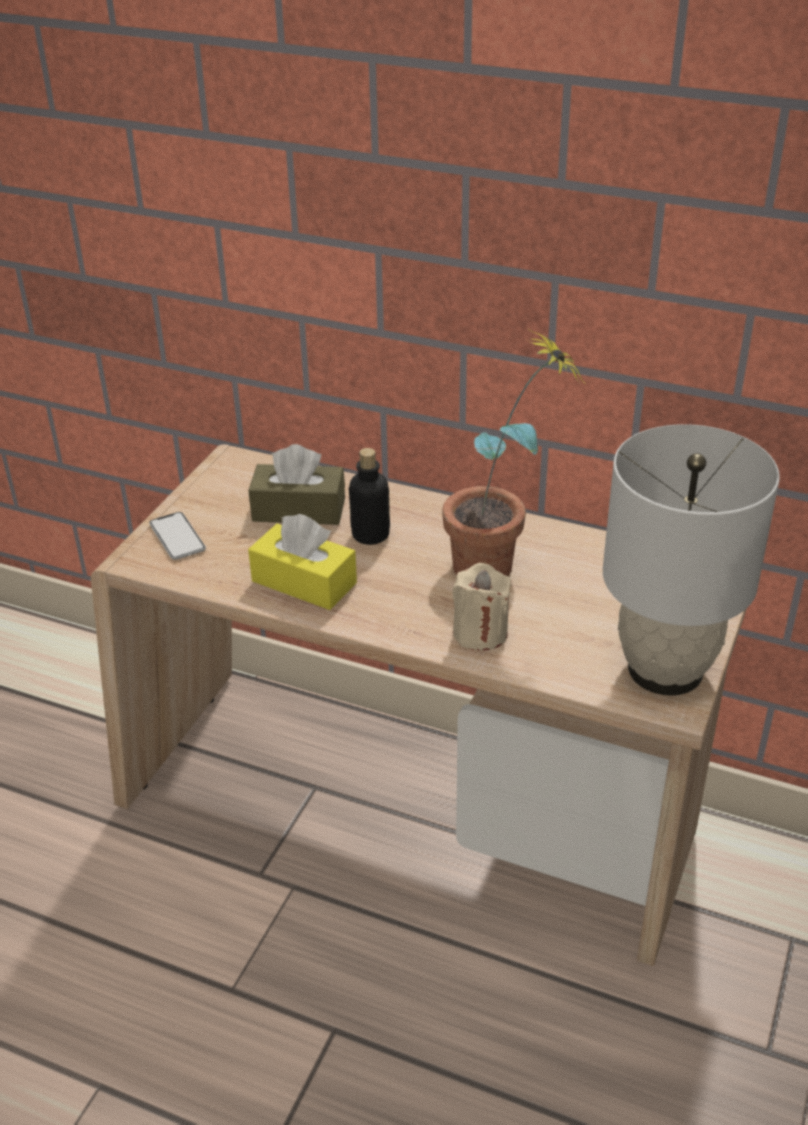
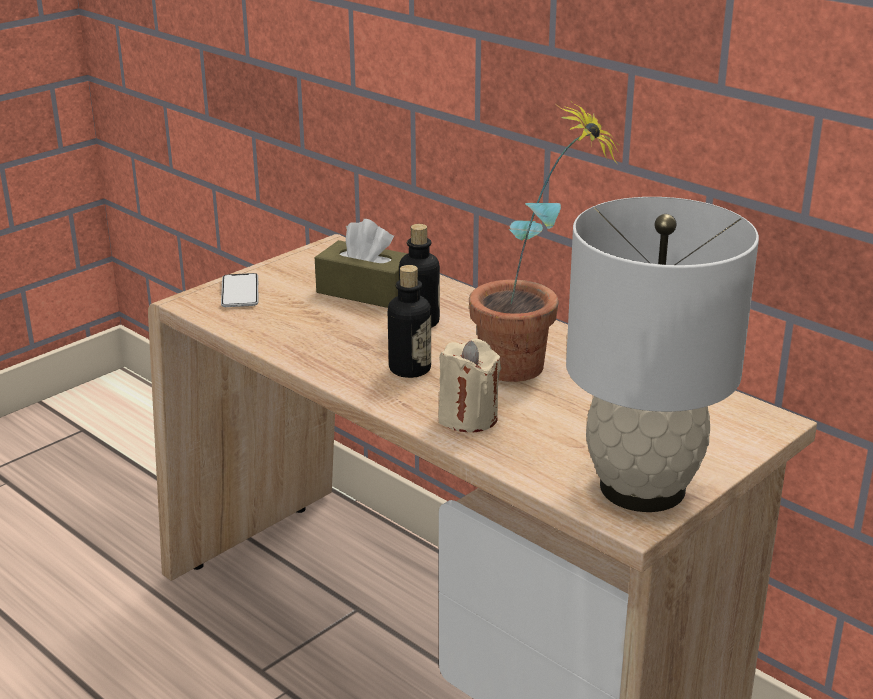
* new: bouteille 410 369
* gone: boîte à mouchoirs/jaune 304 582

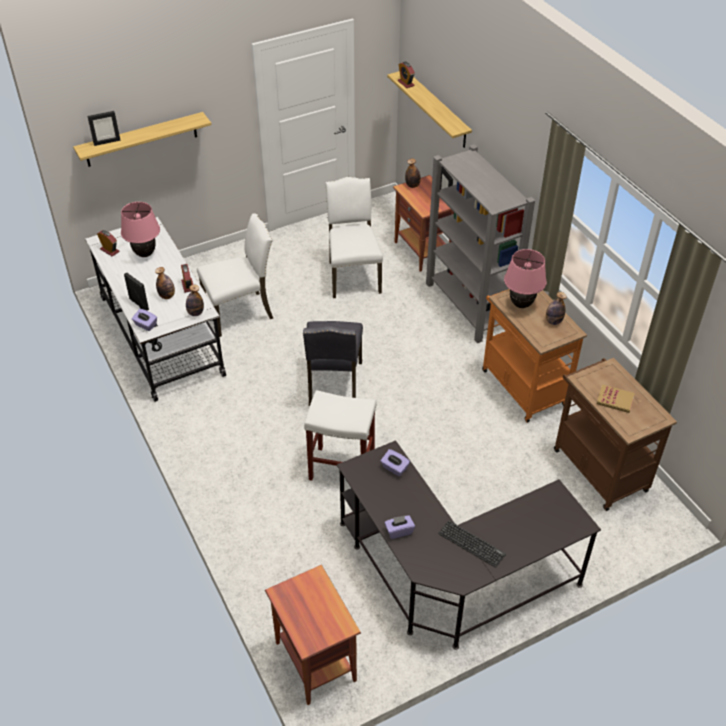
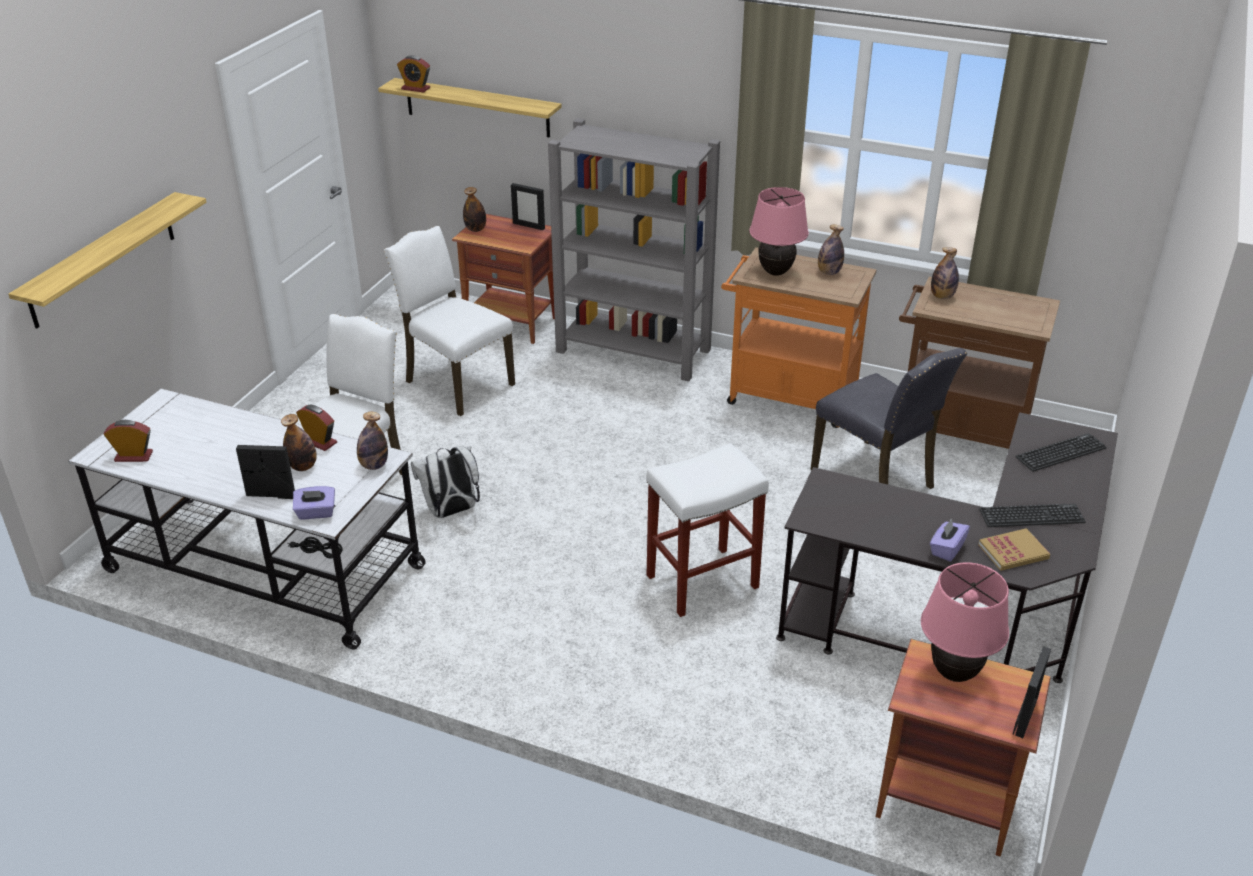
* new: sac à dos/blanc 451 511
* shifted: chaise/gris 333 385 to 876 478
* shifted: lampe de table/rose 145 254 to 954 673
* new: bouteille 942 296
* shifted: livre 615 400 to 1013 552
* shifted: cadre photo 107 142 to 1025 716
* new: clavier 1060 453
* gone: boîte à mouchoirs/violet 394 468

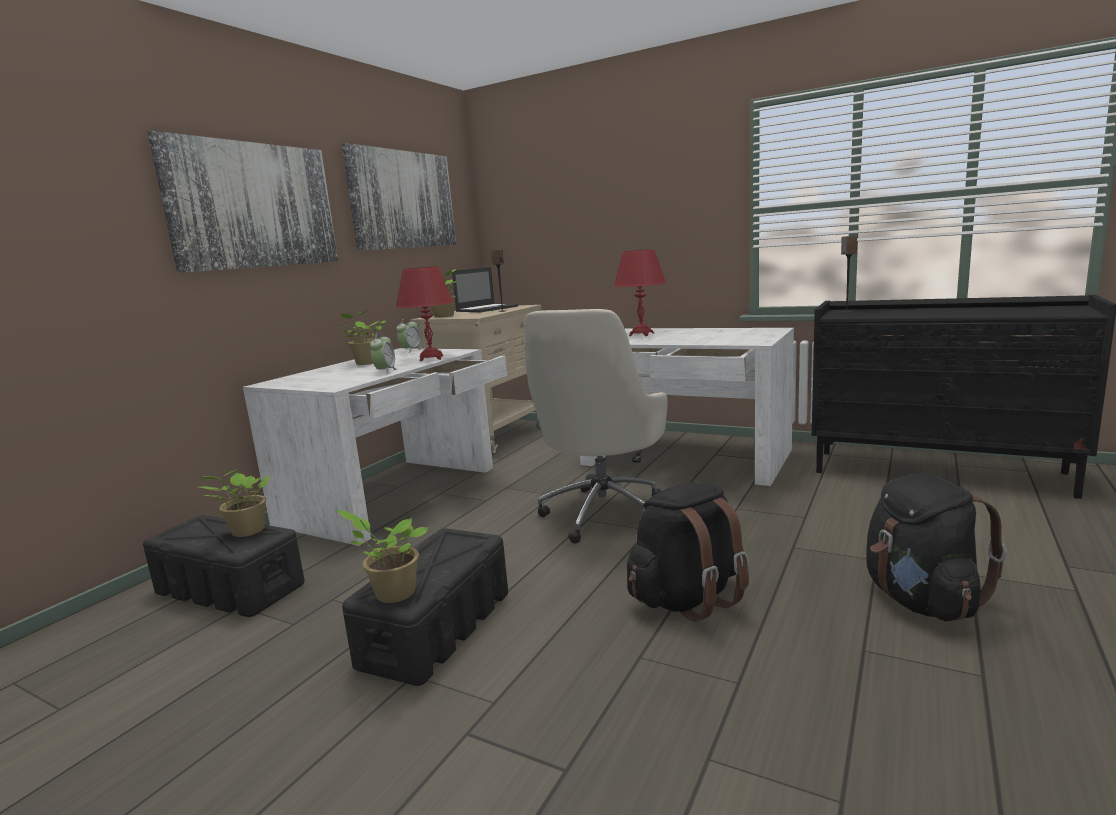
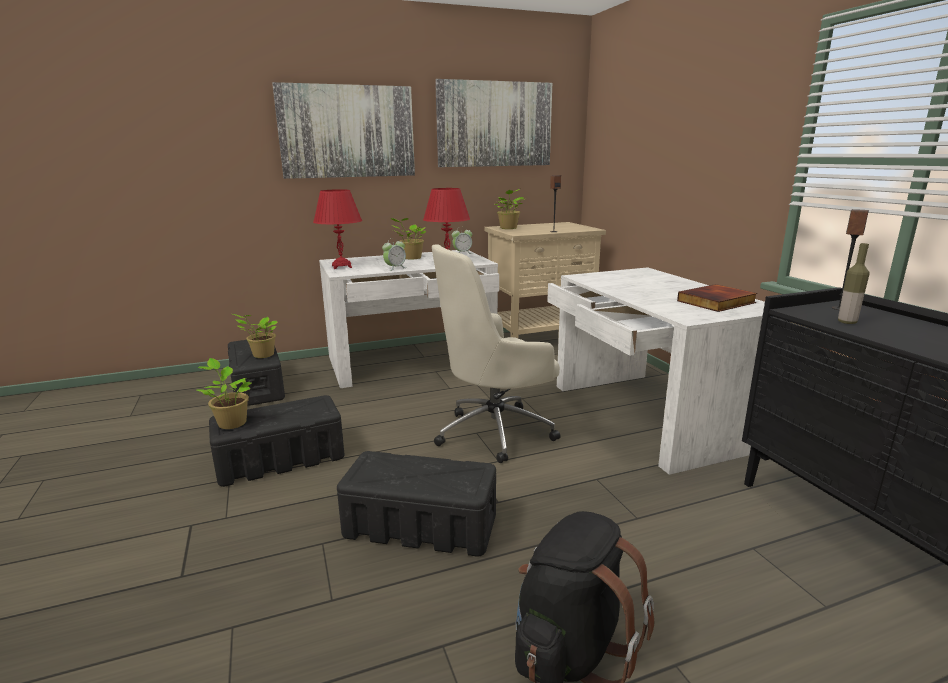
* shifted: lampe de table/rouge 641 334 to 342 266
* swapped: sac à dos/noir 687 598 to boîte de rangement/noir 419 525
* new: livre 717 302
* new: bouteille 847 322
* gone: ordinateur portable 487 309

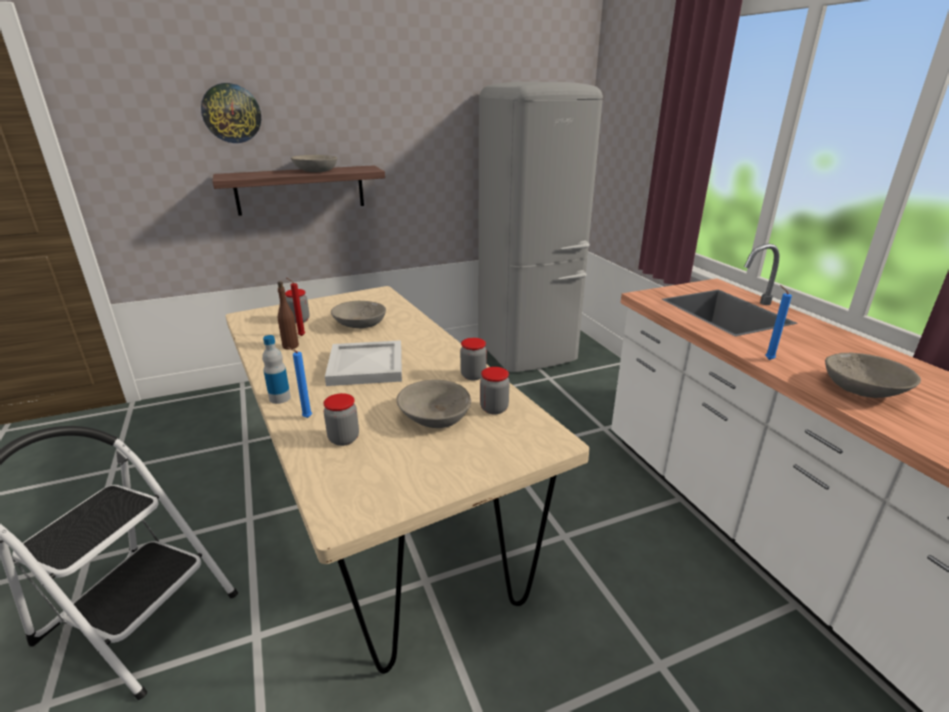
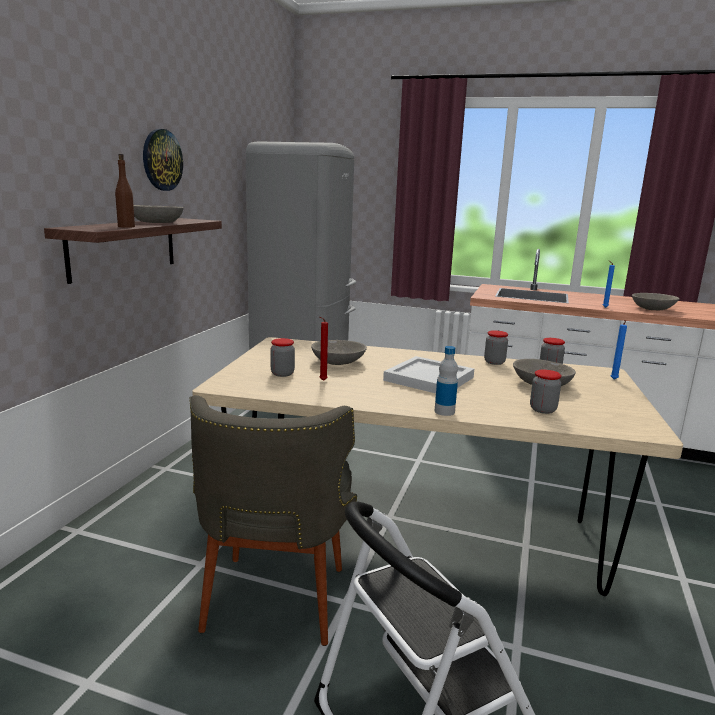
* shifted: bouteille/marron 291 346 to 126 226
* shifted: horloge murale 231 113 to 162 160
* new: chaise/gris 276 598
* shifted: bougie/bleu 305 418 to 614 380

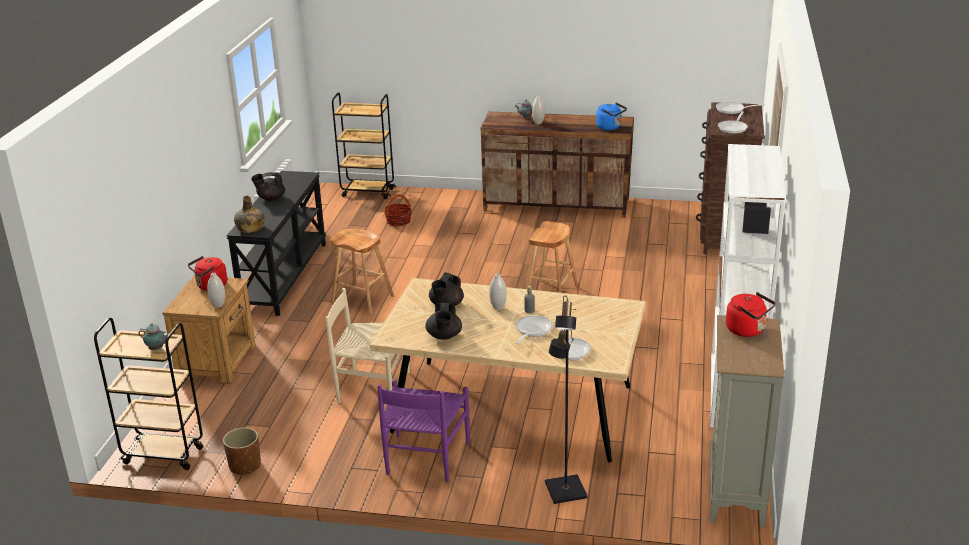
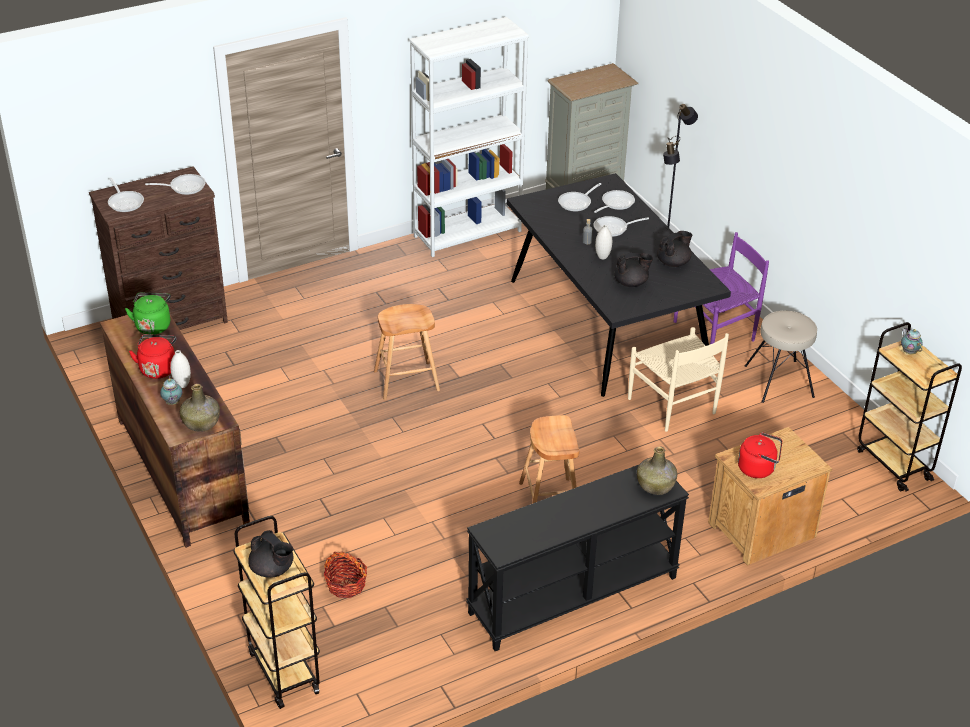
* repainted: bouilloire/bleu 610 127 to bouilloire/vert 153 325
* shifted: bouilloire/rouge 748 330 to 158 368
* new: bouteille/vert 201 422
* shifted: théière/noir 271 198 to 272 569
* repainted: table à manger/beige 511 409 to table à manger/noir 608 322
* new: poêle 577 202
* new: tabouret/beige 779 381
* gone: vase/blanc 218 305
* gone: cache-pot/marron 245 466

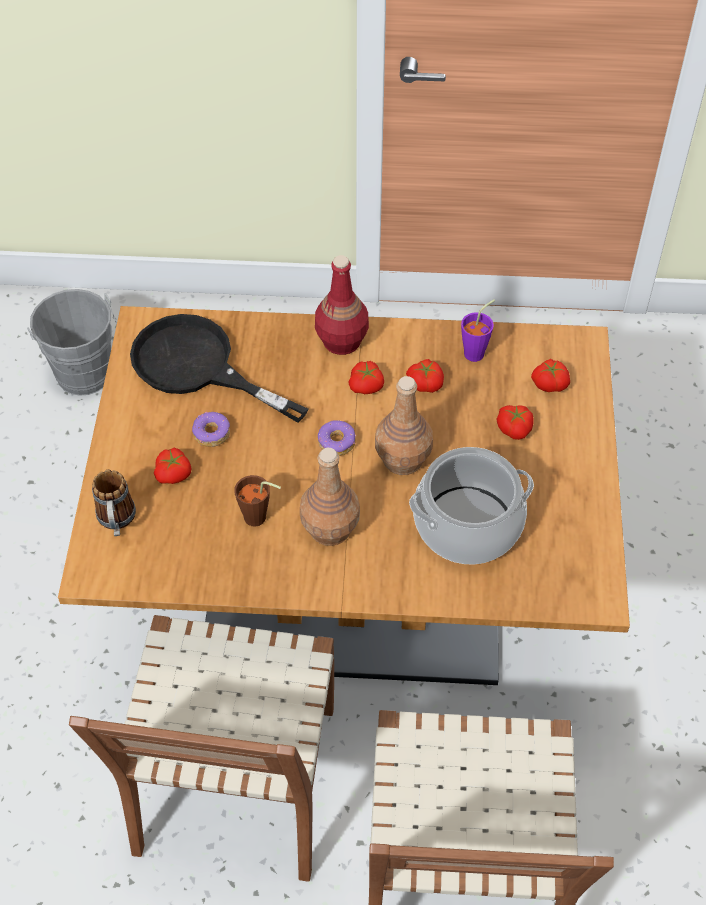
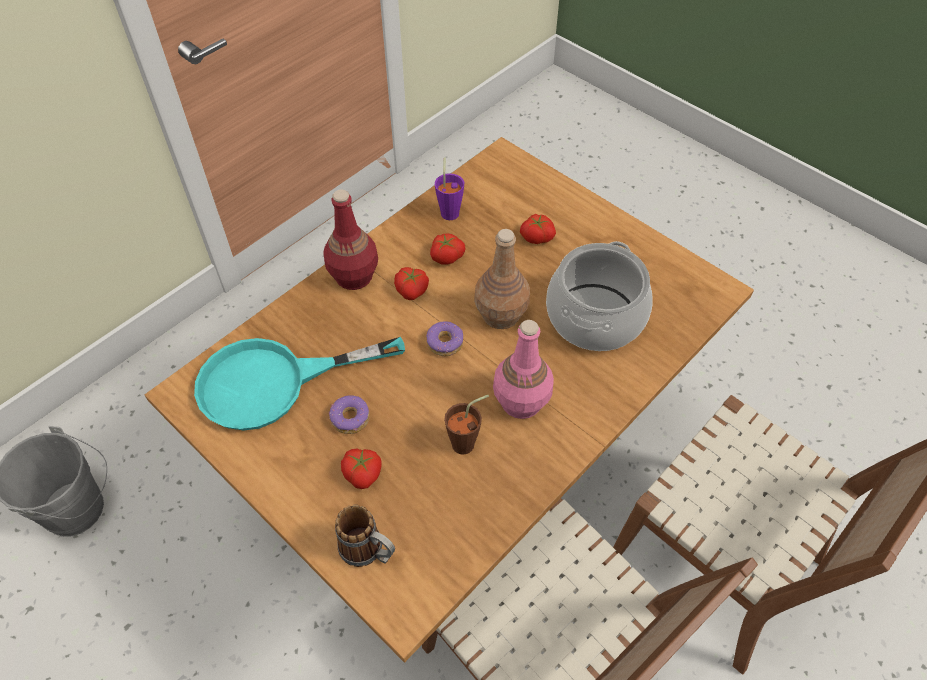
* repainted: poêle/noir 198 367 to poêle/turquoise 273 383
* repainted: bouteille/marron 329 528 to bouteille/rose 520 401
* gone: tomate 550 383

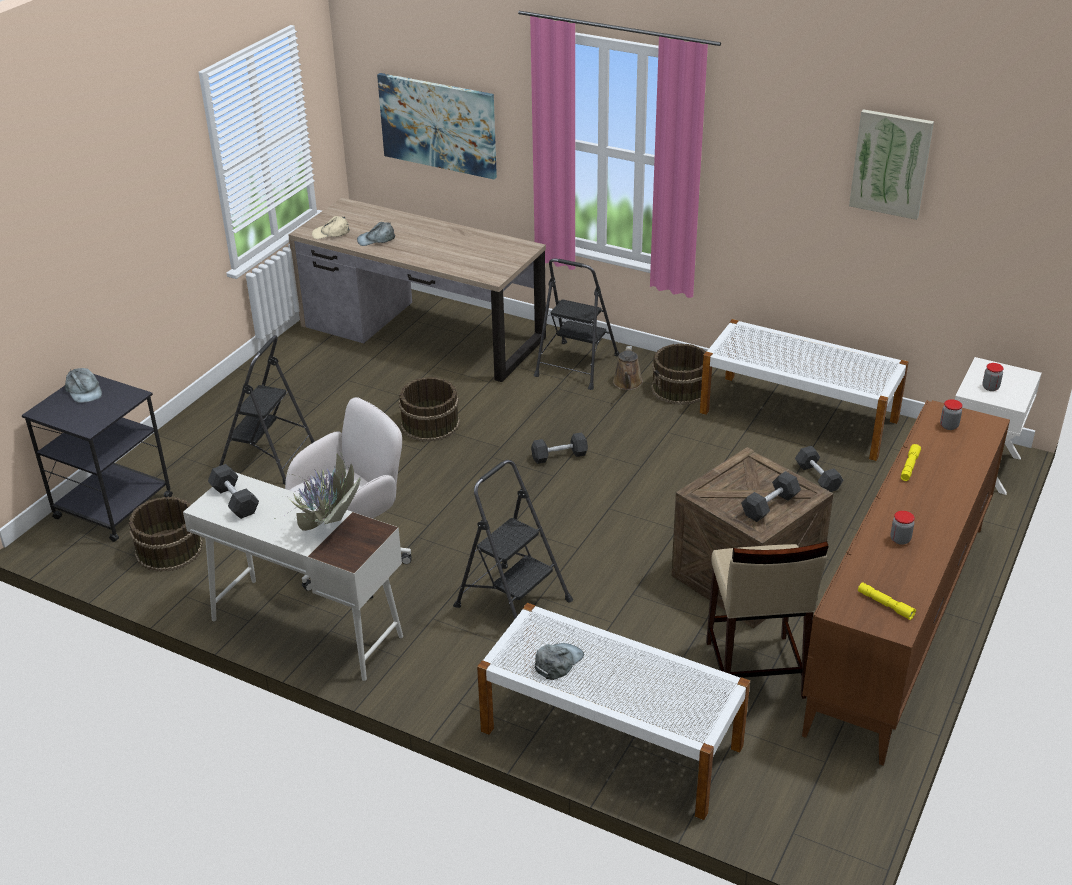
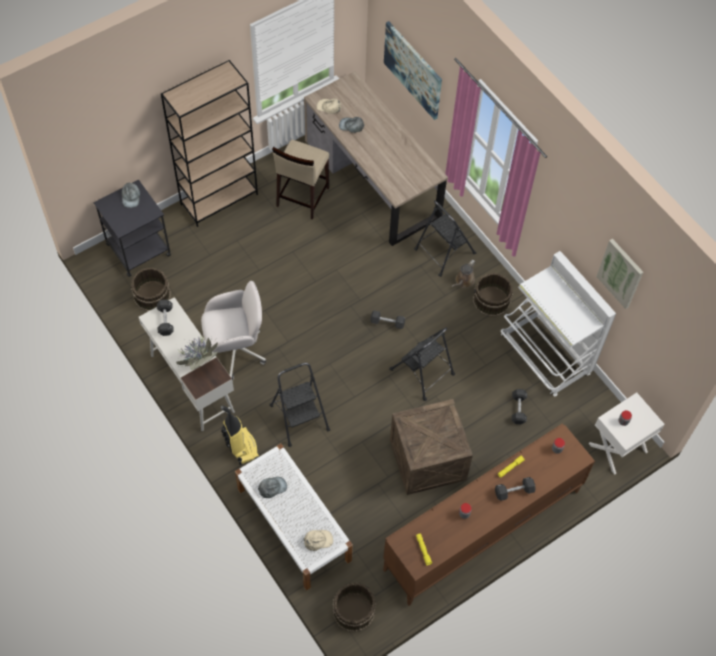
* new: bibliothèque/beige 219 199
* new: aspirateur 241 446
* shifted: tabouret/beige 753 670 to 302 197
* new: casquette/beige 318 540
* shifted: seau/marron 429 424 to 353 610
* shifted: escabeau/noir 270 459 to 423 372
* shifted: haltère/noir 770 505 to 514 491
* swapped: banc/blanc 799 416 to étagère à chaussures/blanc 544 356

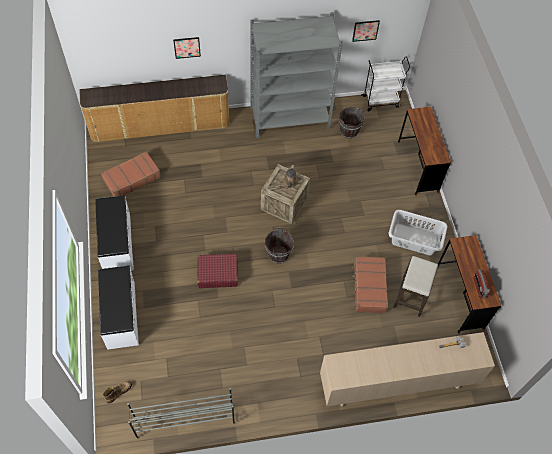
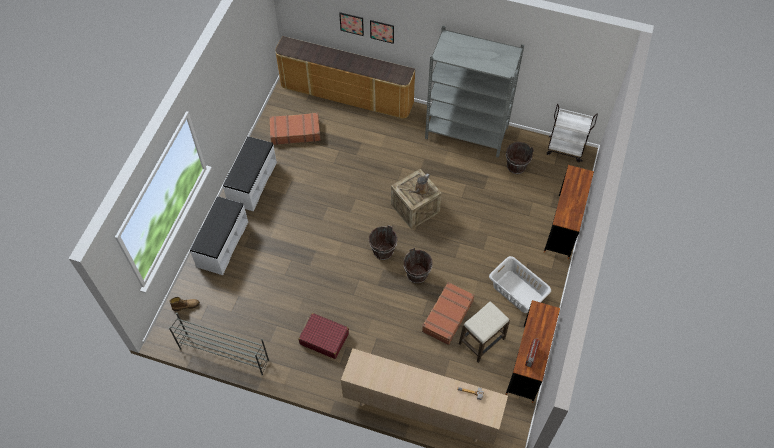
* shifted: valise/rouge 217 274 to 324 338
* shifted: tableau 365 30 to 351 23
* new: seau/marron 417 274

